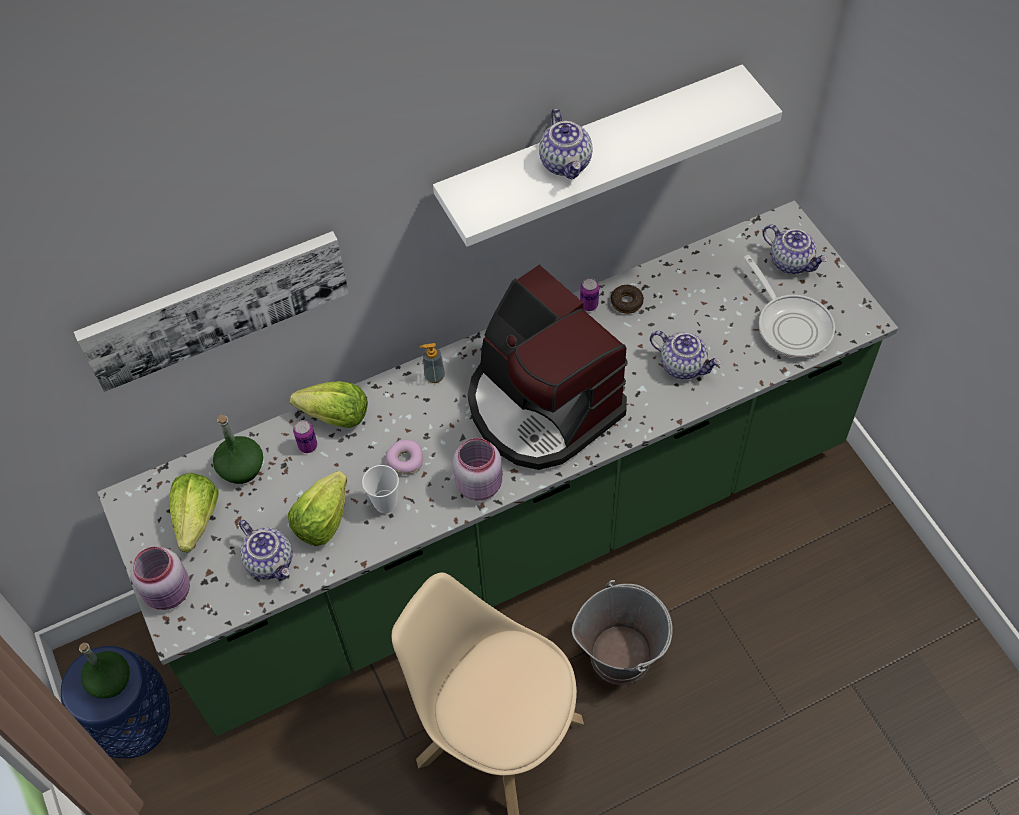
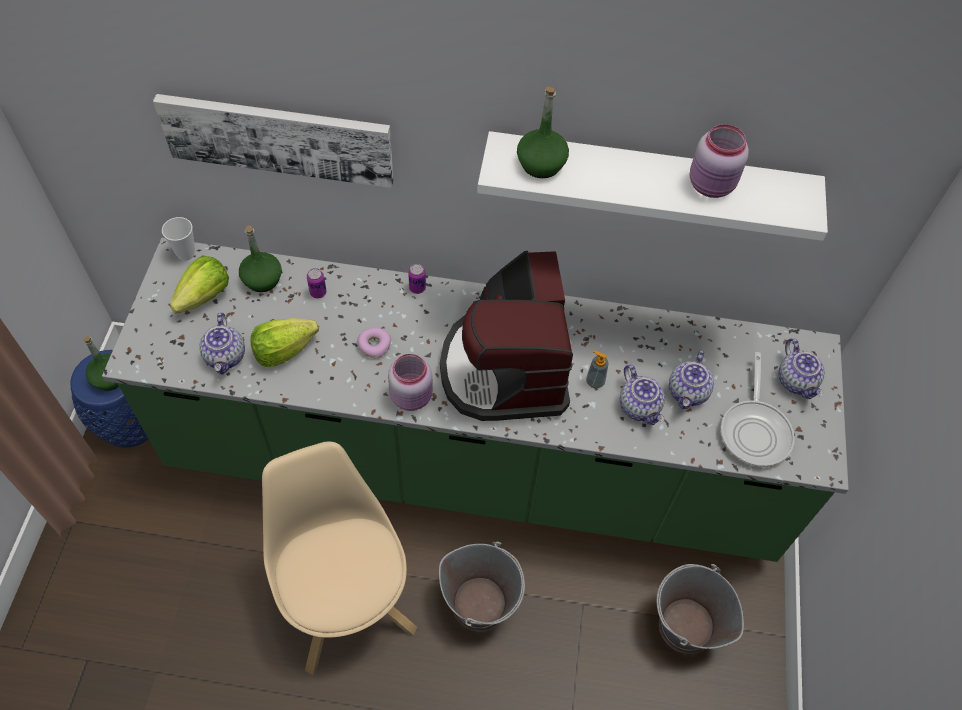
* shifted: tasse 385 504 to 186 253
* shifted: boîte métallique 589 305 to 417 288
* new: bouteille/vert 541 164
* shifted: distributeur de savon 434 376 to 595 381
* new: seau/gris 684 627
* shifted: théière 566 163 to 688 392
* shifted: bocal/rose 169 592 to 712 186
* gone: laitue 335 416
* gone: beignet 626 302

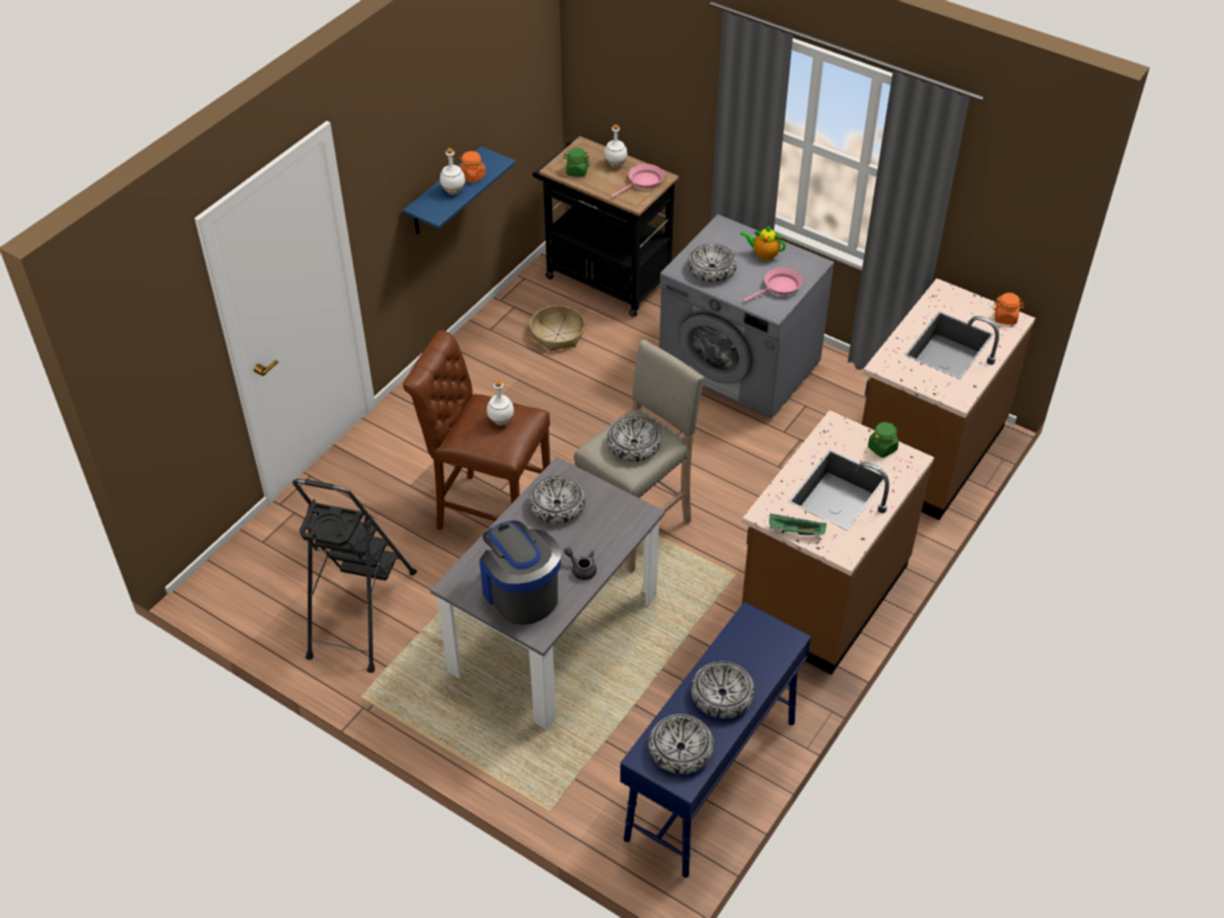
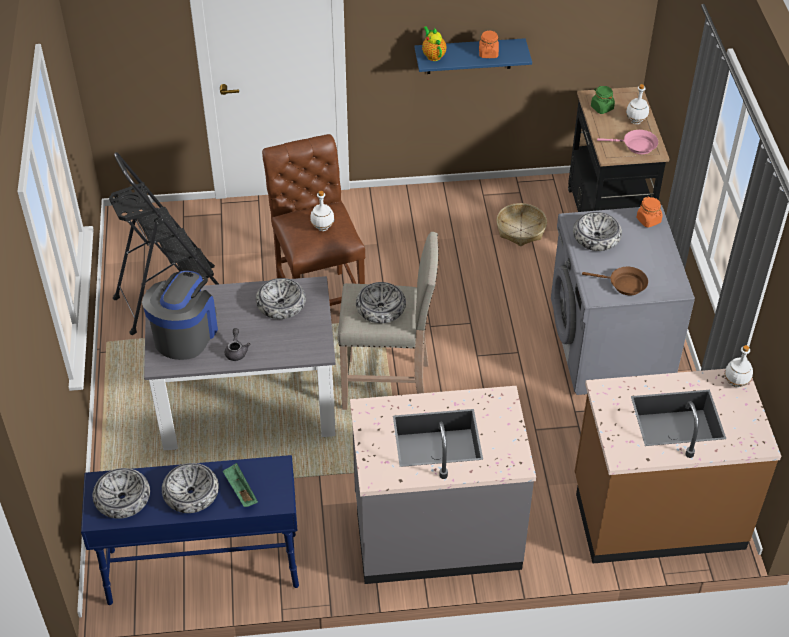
* shifted: plateau/vert 795 531 to 240 490
* repainted: comptoir de cuisine/marron 822 594 to comptoir de cuisine/gris 436 532
* shifted: théière 763 255 to 433 55
* repainted: poêle/rose 779 287 to poêle/marron 624 284
* shifted: bocal/orange 1005 318 to 648 220
* shifted: bouteille/blanc 453 191 to 736 383
* gone: bocal/vert 882 448

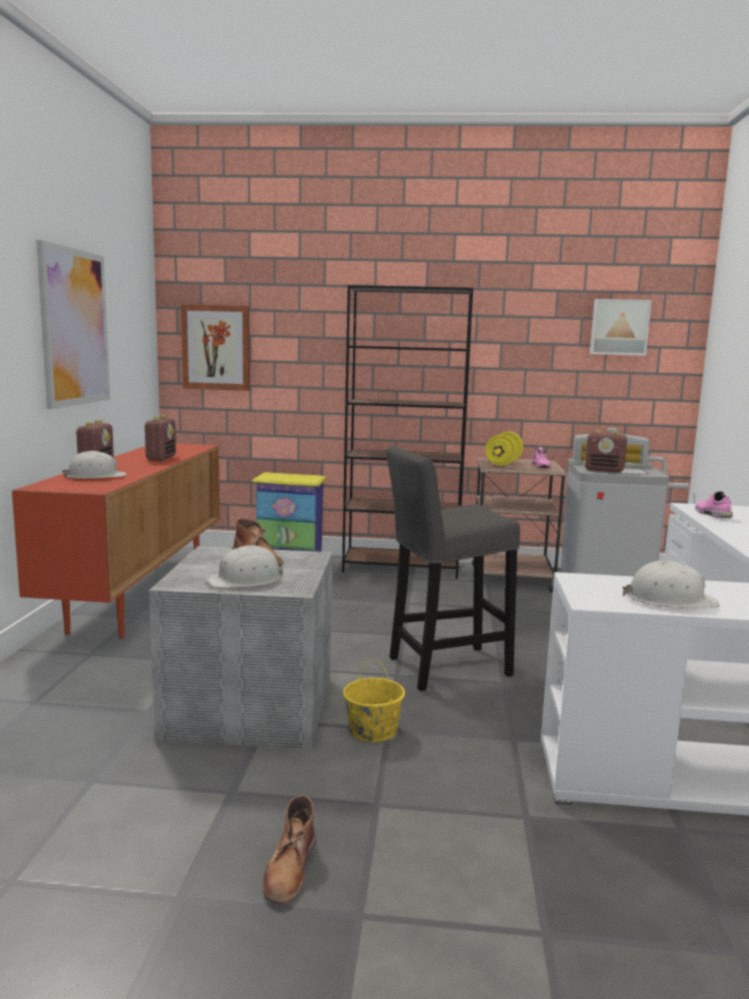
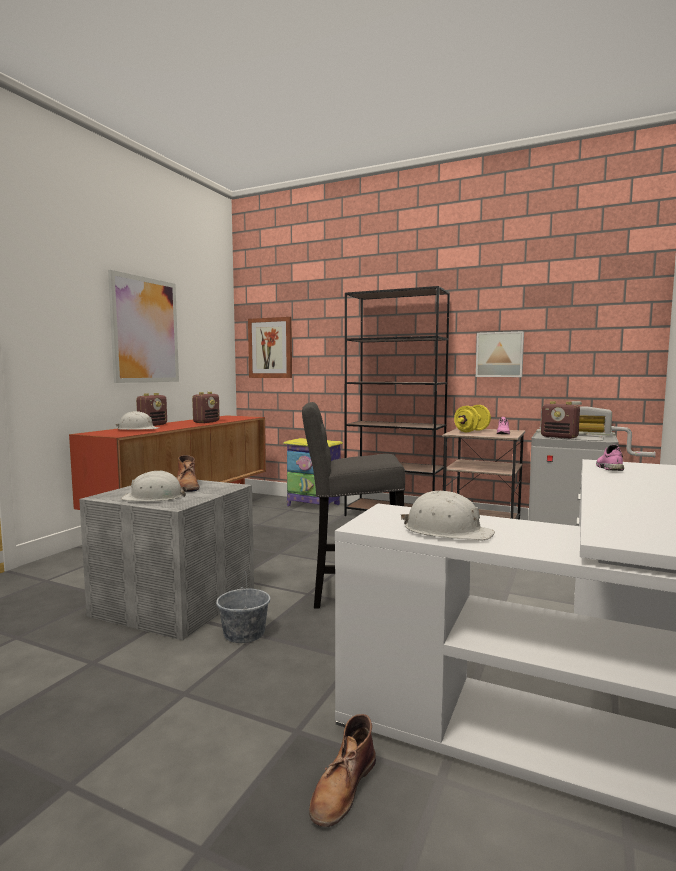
* repainted: seau/jaune 372 730 to seau/gris 244 633
* shifted: botte/marron 290 868 to 343 788
* shifted: tableau 619 327 to 499 354

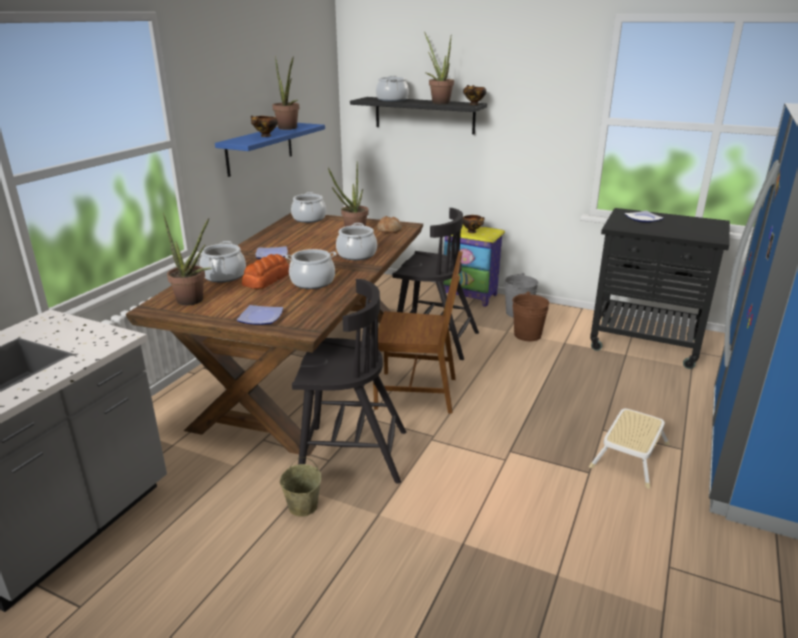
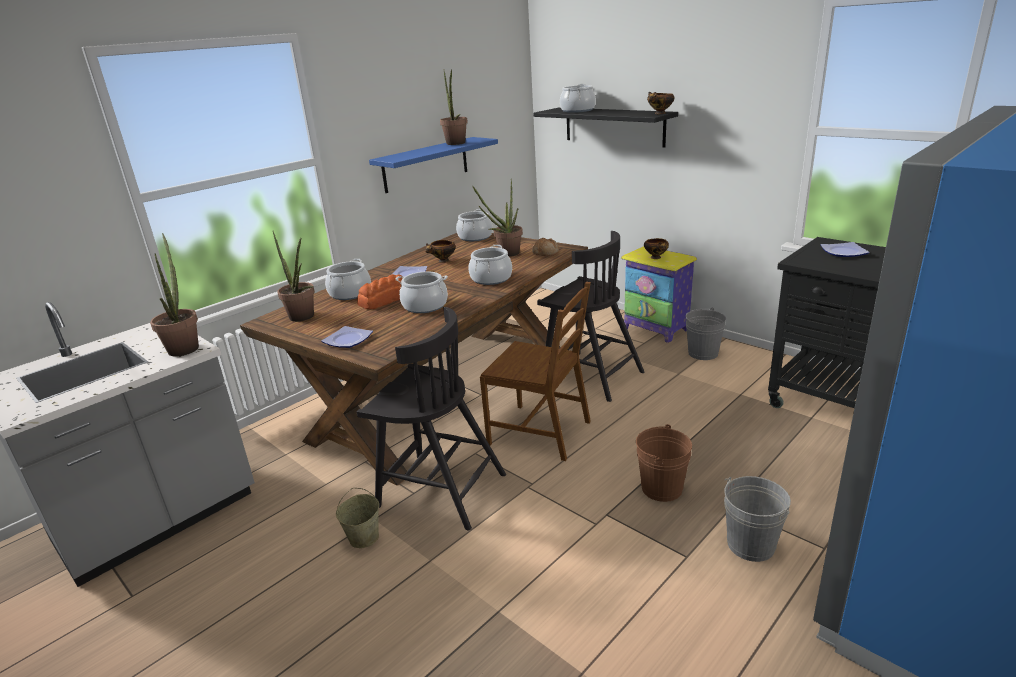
* shifted: plante en pot 438 102 to 185 347
* shifted: bol 265 136 to 443 261
* shifted: seau/marron 527 335 to 661 488
* swapped: escabeau/beige 630 455 to seau/gris 750 544

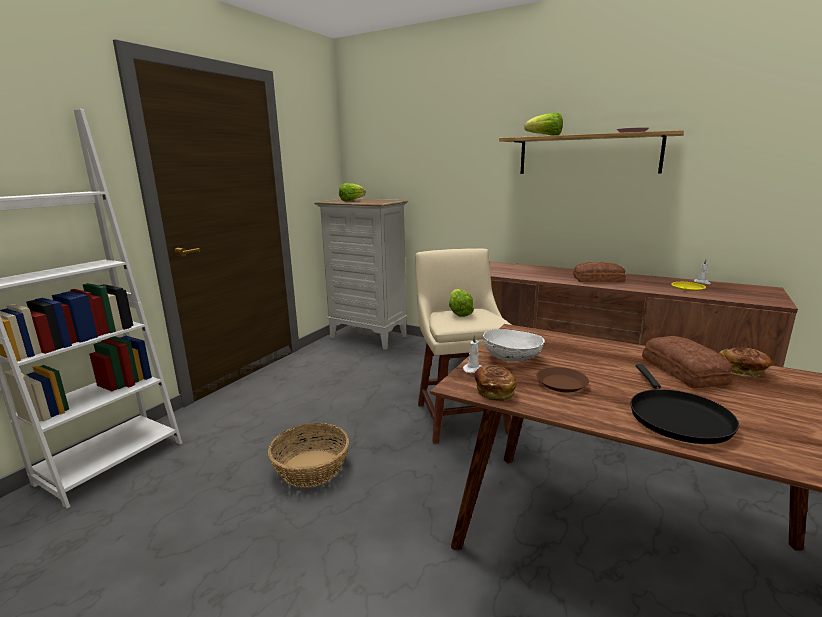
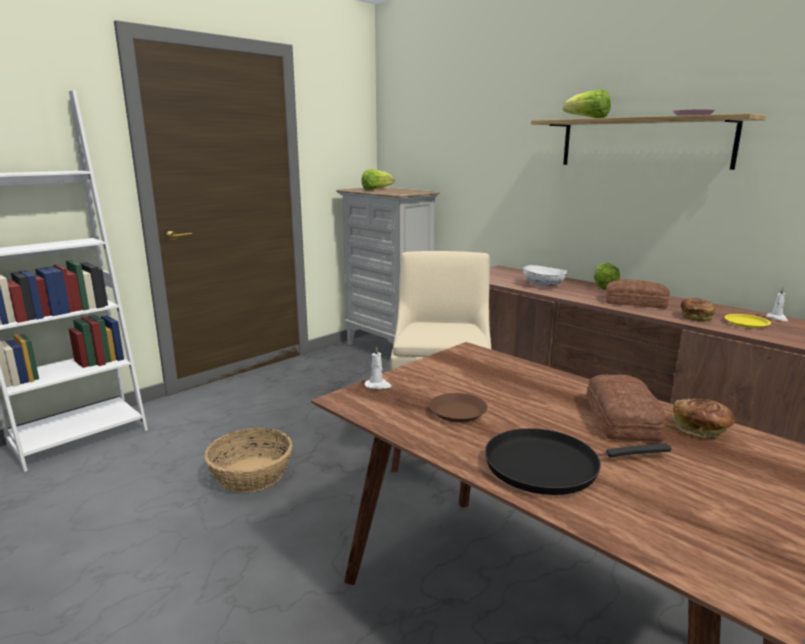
* rotated: poêle/noir 676 417 = 549 466 60 degrees clockwise
* shifted: bol/blanc 512 358 to 544 285
* shifted: laitue 459 312 to 604 287
* shifted: pain 494 391 to 695 317

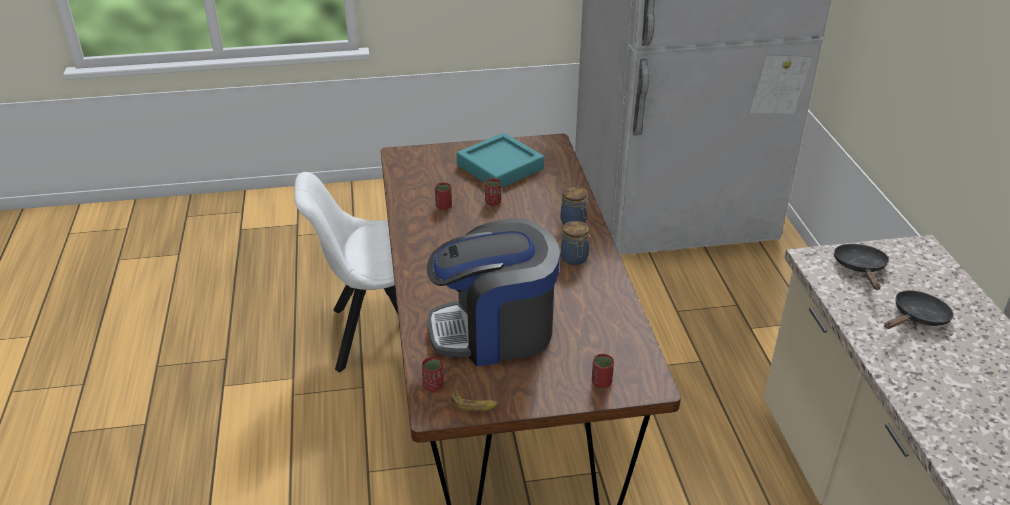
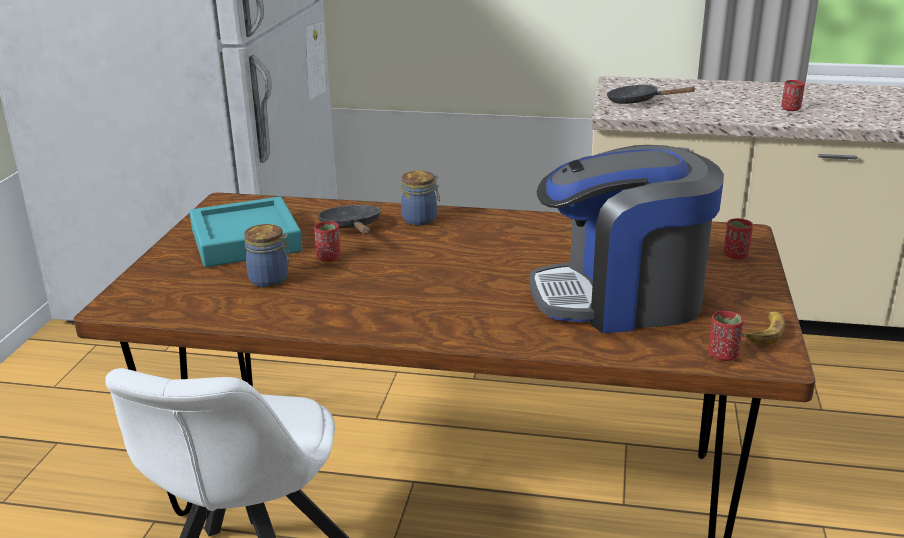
* shifted: bocal 574 259 to 270 280
* shifted: poêle/noir 917 318 to 352 227
* rotated: machine à café 494 331 = 621 298 75 degrees clockwise
* shifted: tasse/rouge 443 206 to 790 109

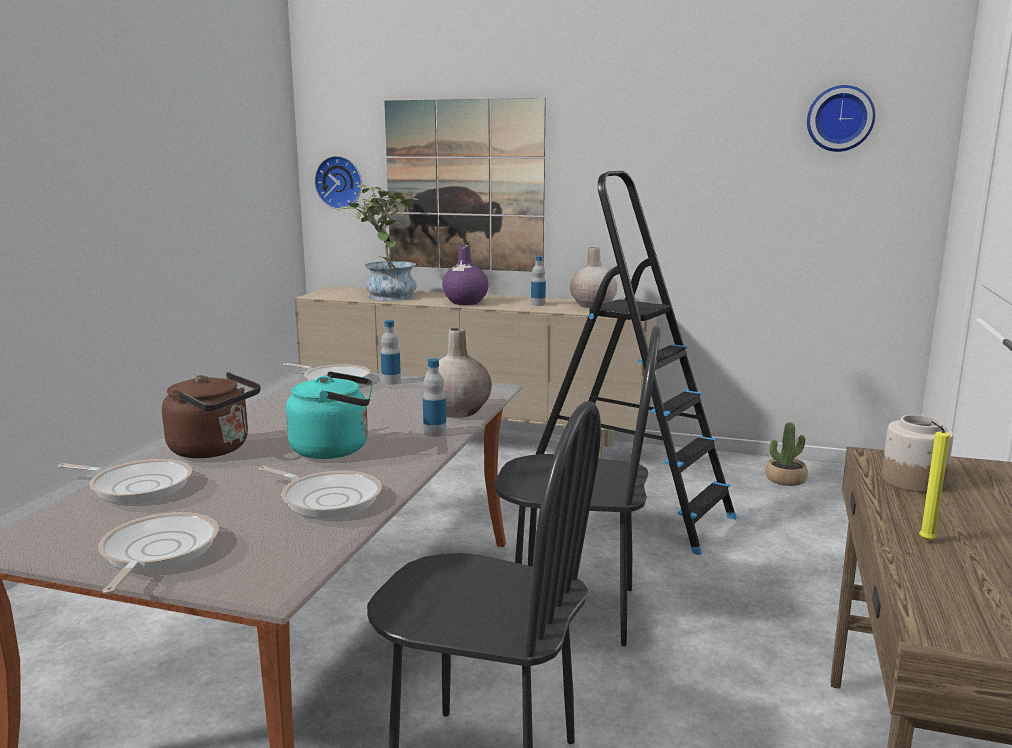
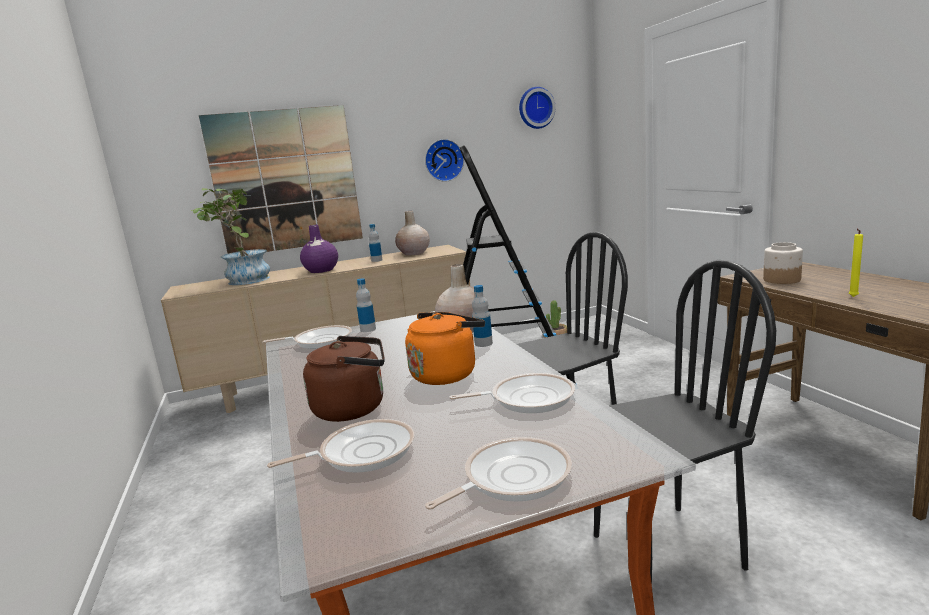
* repainted: bouilloire/turquoise 335 449 to bouilloire/orange 446 374
* shifted: horloge murale 340 182 to 443 160
* rotated: poêle 156 553 = 511 478 90 degrees clockwise

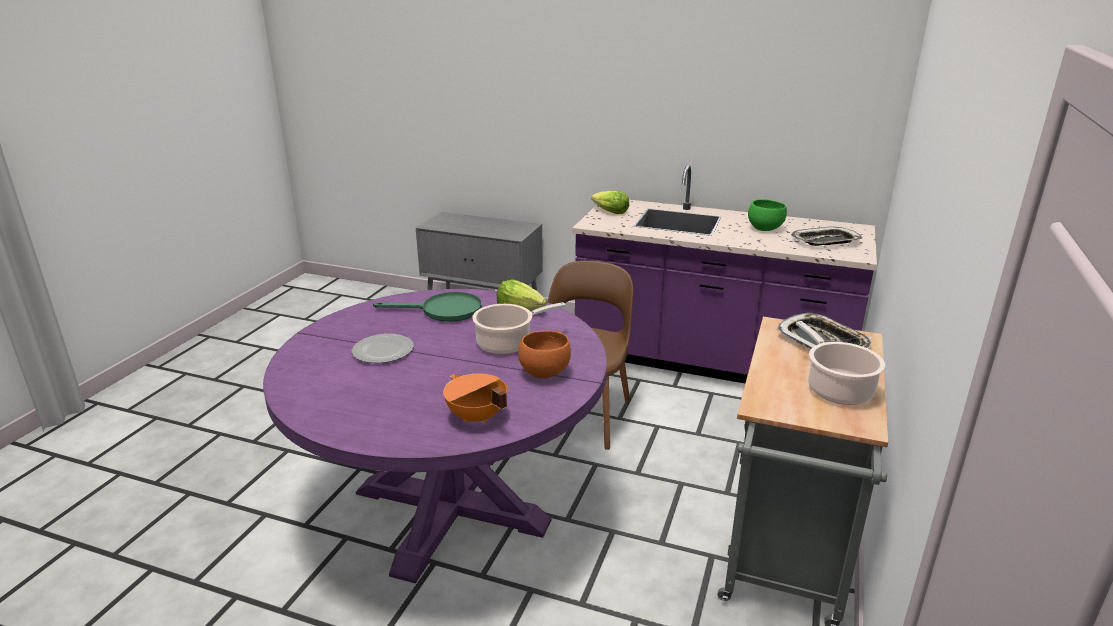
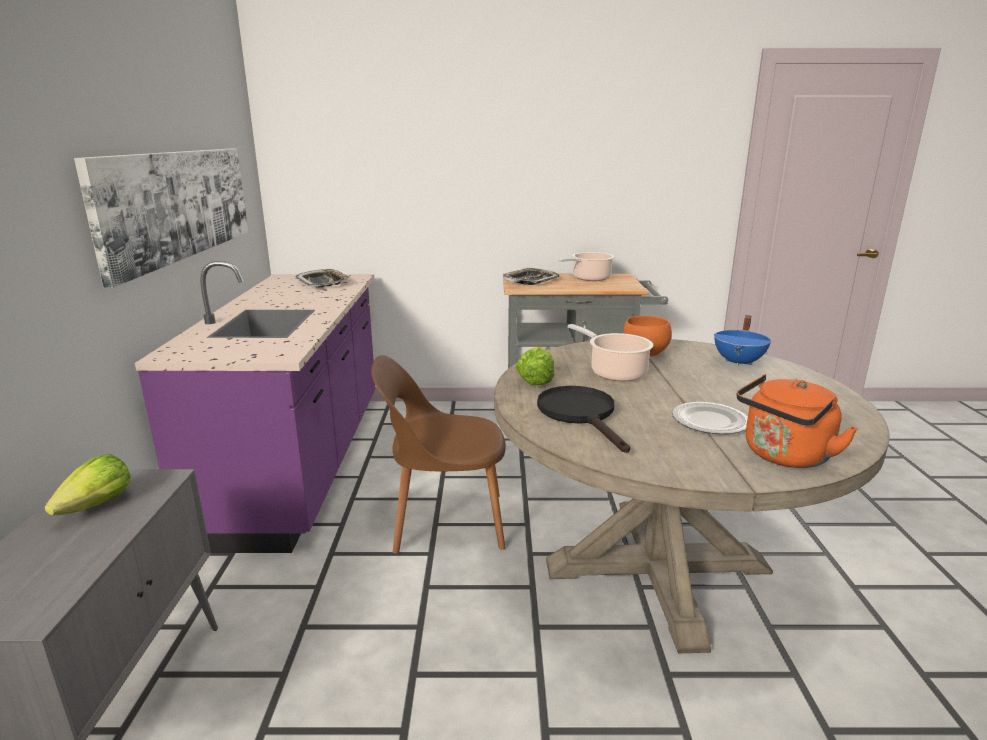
* shifted: laitue 610 212 to 97 505
* new: tableau 178 204
* repainted: table à manger/violet 451 507 to table à manger/beige 657 567
* repainted: poêle/vert 443 311 to poêle/noir 581 414
* repainted: marmite/orange 476 417 to marmite/bleu 739 362
* new: bouilloire/orange 784 456
* gone: bol/vert 765 229

